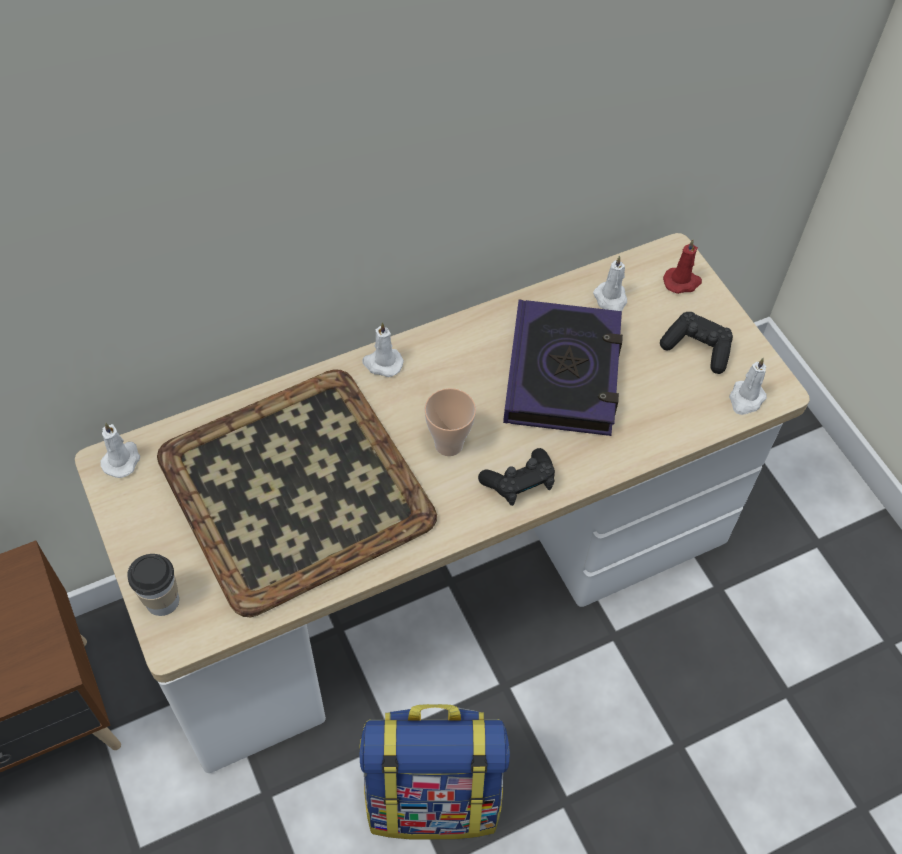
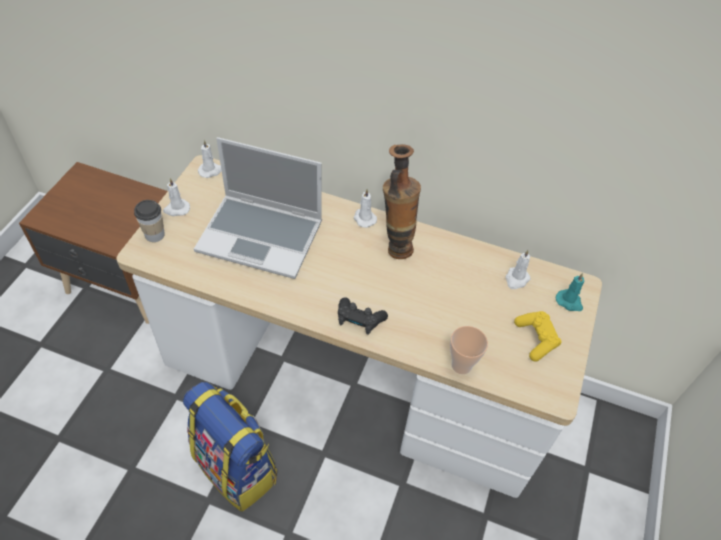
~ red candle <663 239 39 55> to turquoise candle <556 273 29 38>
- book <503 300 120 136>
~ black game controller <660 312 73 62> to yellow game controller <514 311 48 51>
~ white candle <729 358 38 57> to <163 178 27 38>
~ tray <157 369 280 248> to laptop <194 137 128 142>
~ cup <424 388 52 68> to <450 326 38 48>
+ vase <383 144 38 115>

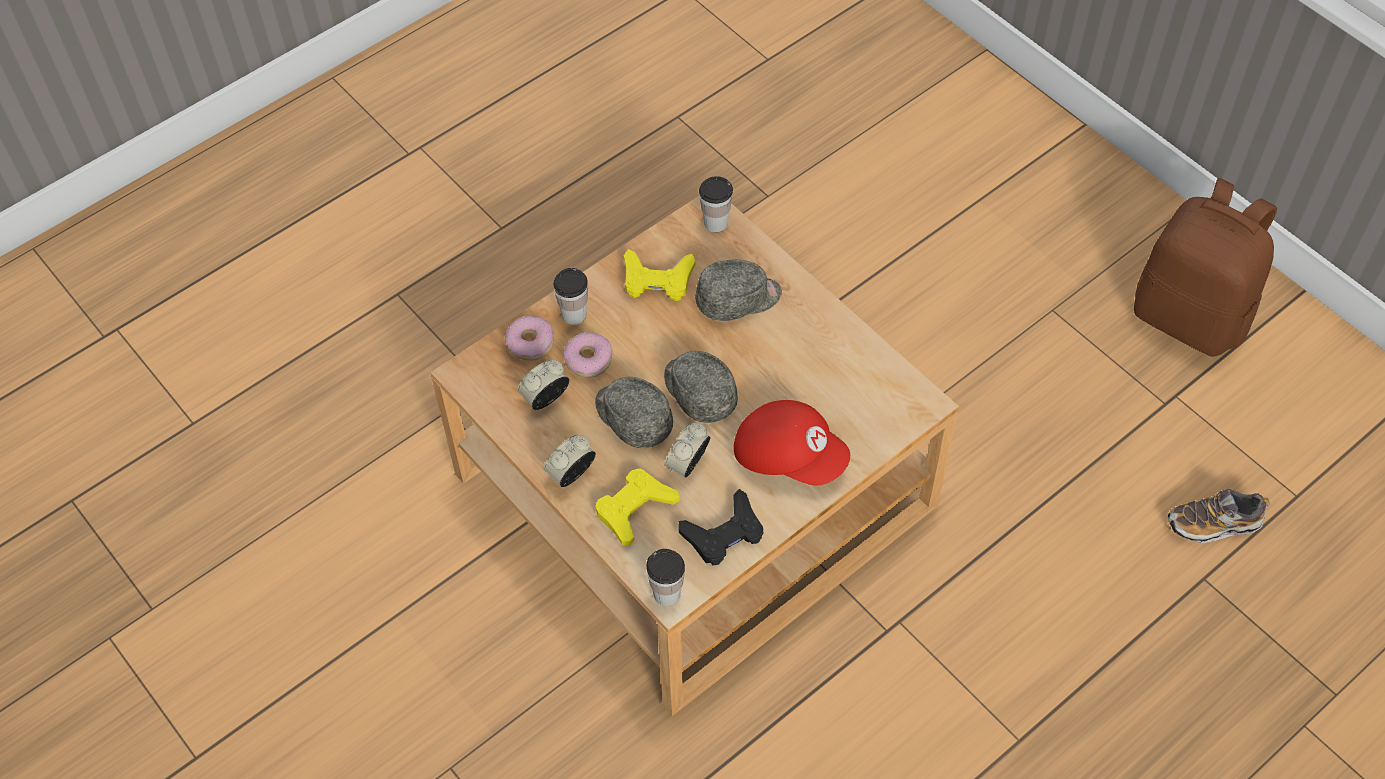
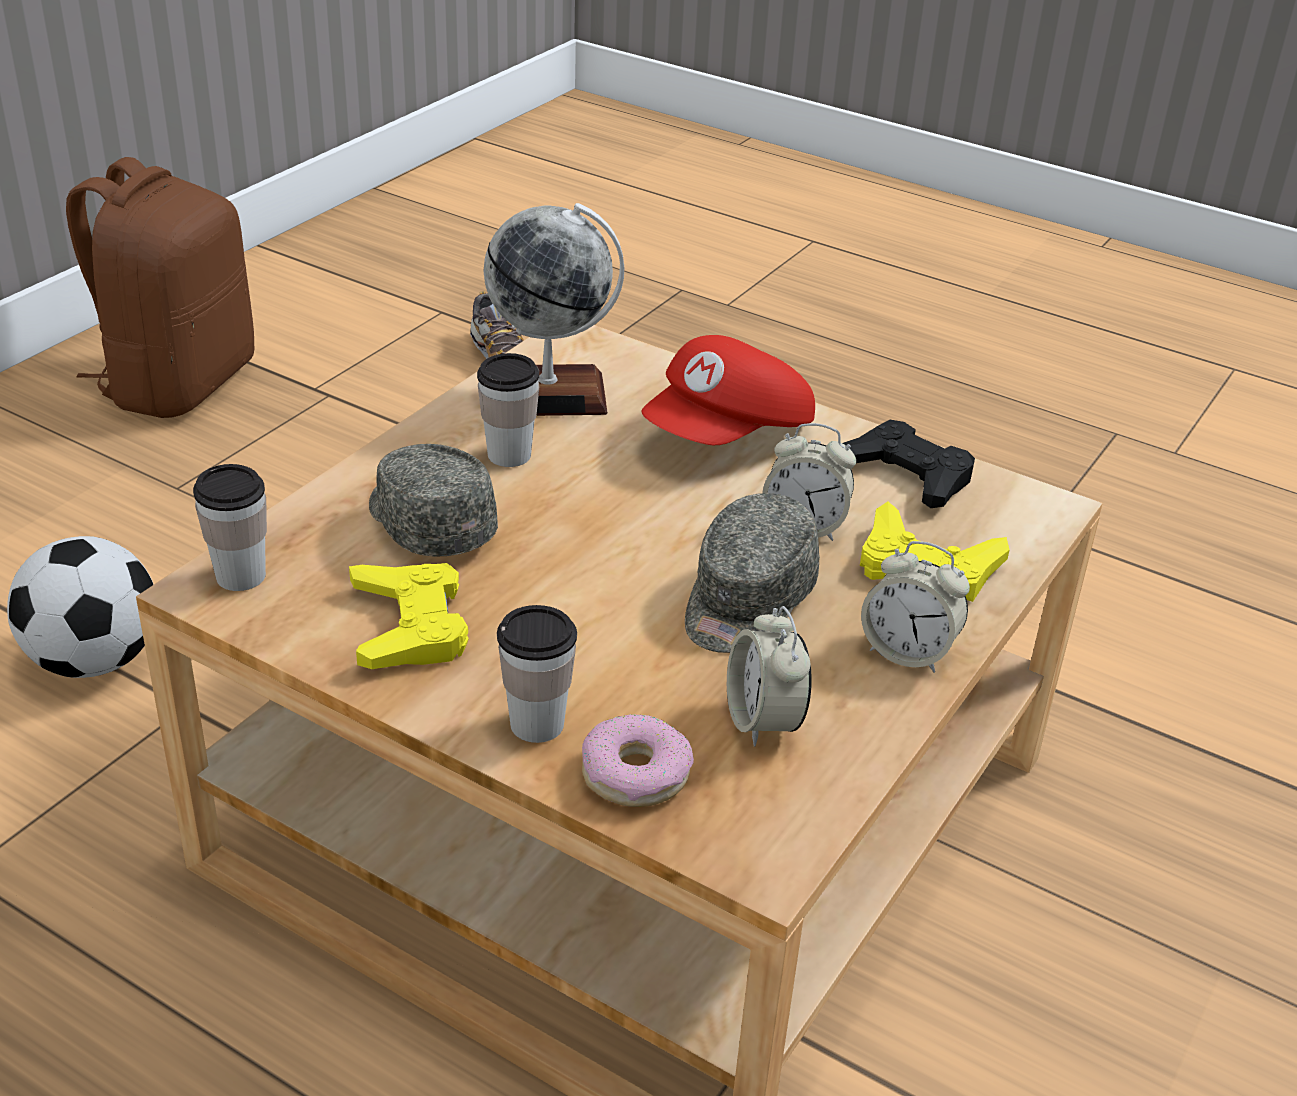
- donut <563 332 50 46>
- grey cap <664 351 74 72>
~ alarm clock <517 360 52 50> = <727 606 85 141> 45 degrees clockwise
~ red cap <734 400 116 85> = <641 335 174 110> 150 degrees counterclockwise
~ cup <646 549 39 57> to <477 353 62 114>
+ globe <484 203 140 213>
+ football <7 536 147 142>

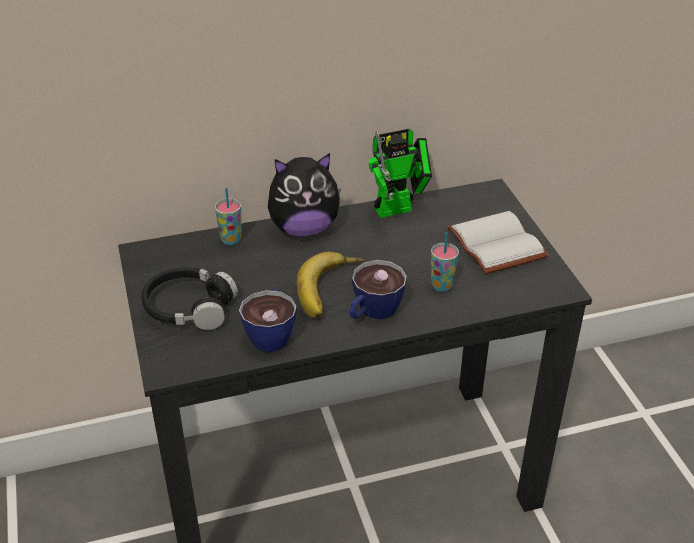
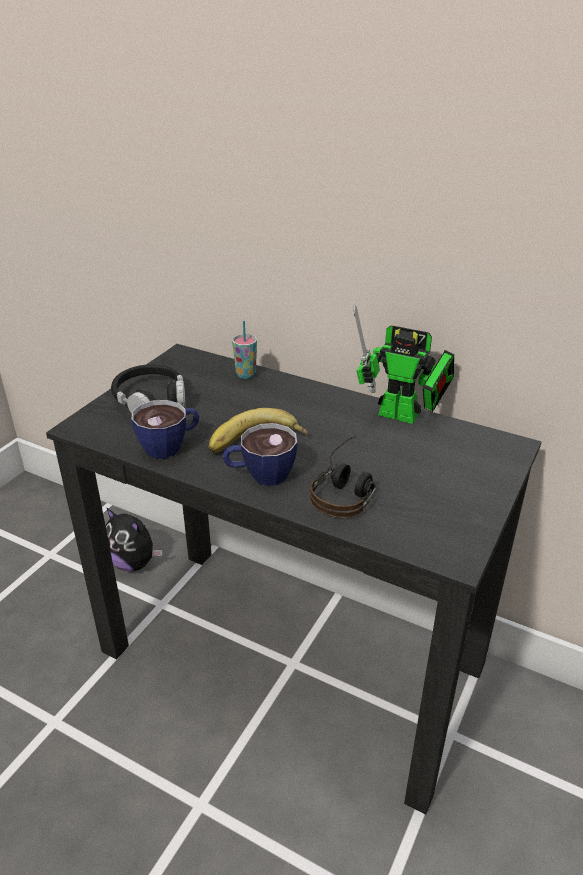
~ plush toy <268 153 73 84> to <106 507 56 64>
- white book <447 211 102 63>
~ cup <431 232 28 60> to headphones <310 436 66 82>

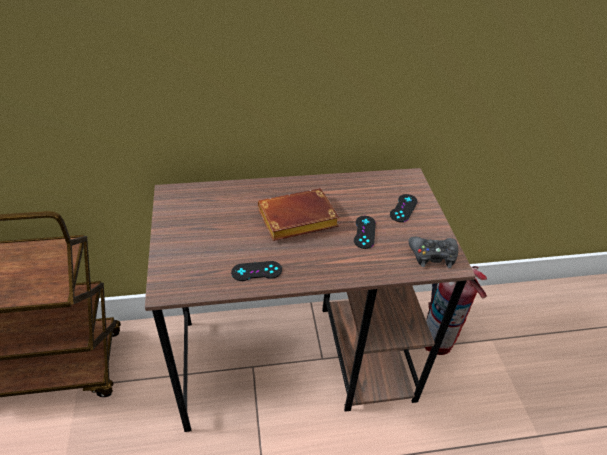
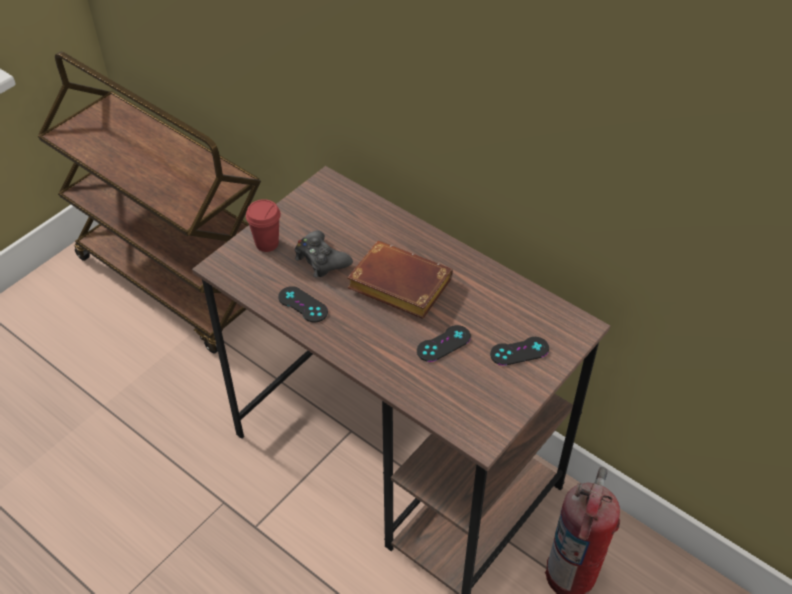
~ black game controller <409 237 49 31> to <295 230 58 48>
+ red cup <246 199 35 53>

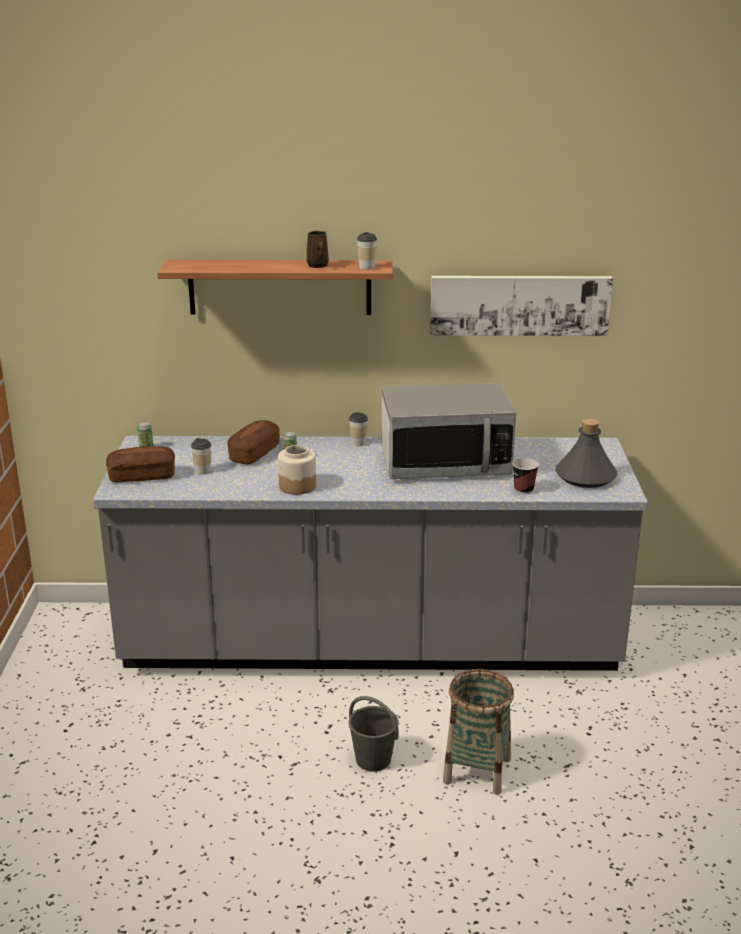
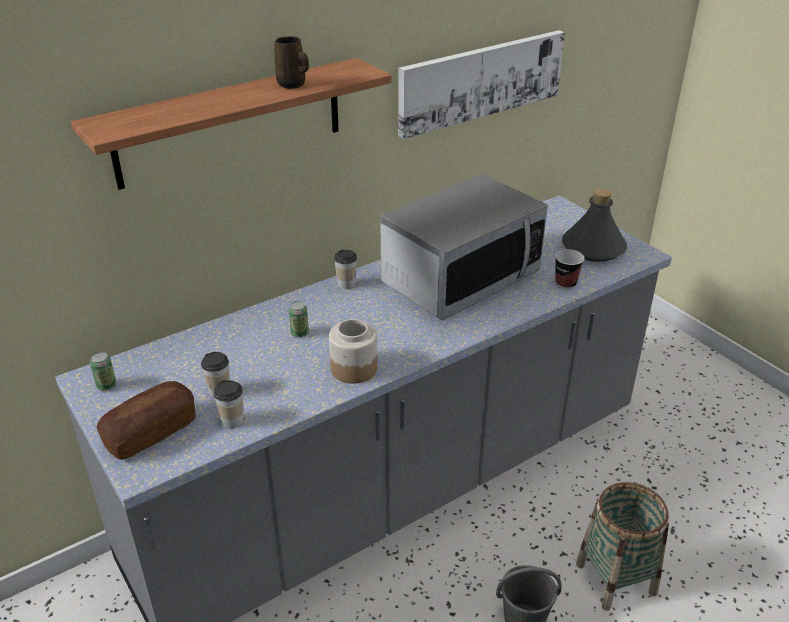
~ cup <357 232 20 38> to <214 380 29 49>
- bread <227 420 53 44>

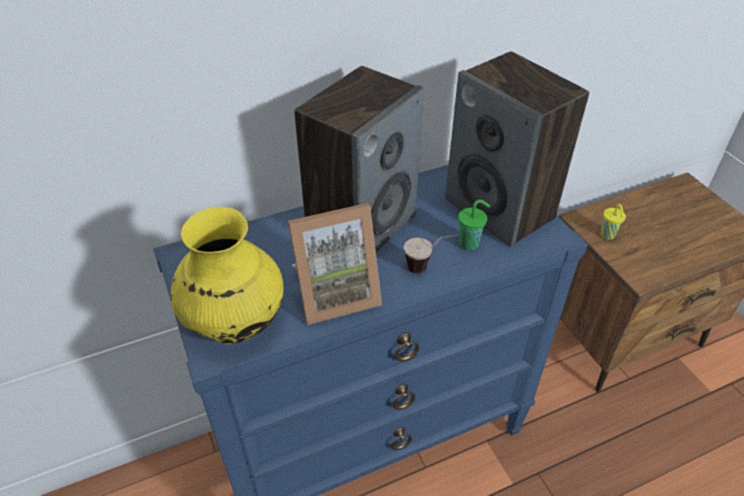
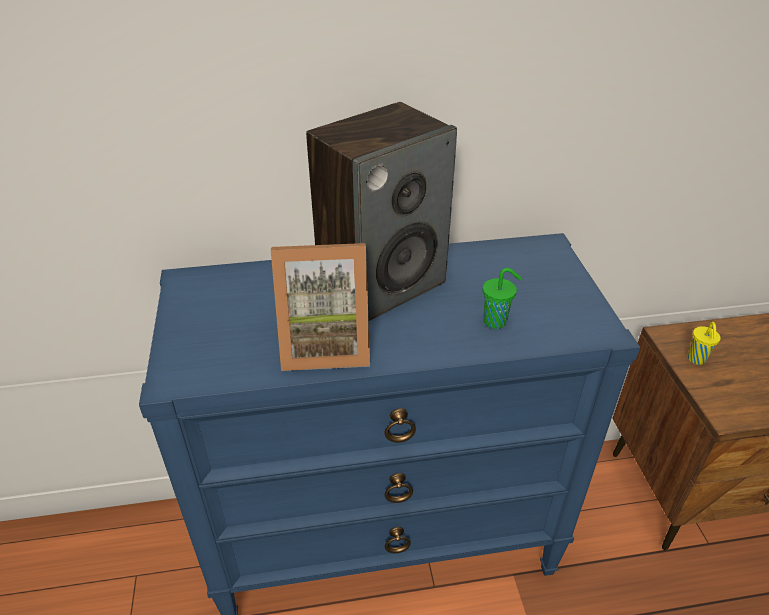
- speaker <445 51 144 196>
- yellow vase <171 207 112 137>
- cup <404 234 55 39>

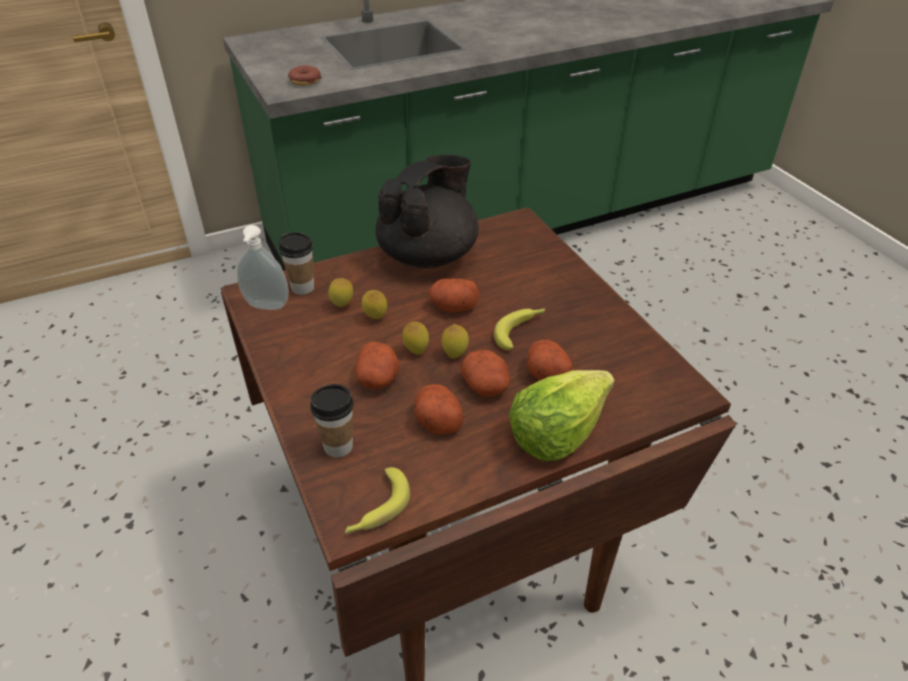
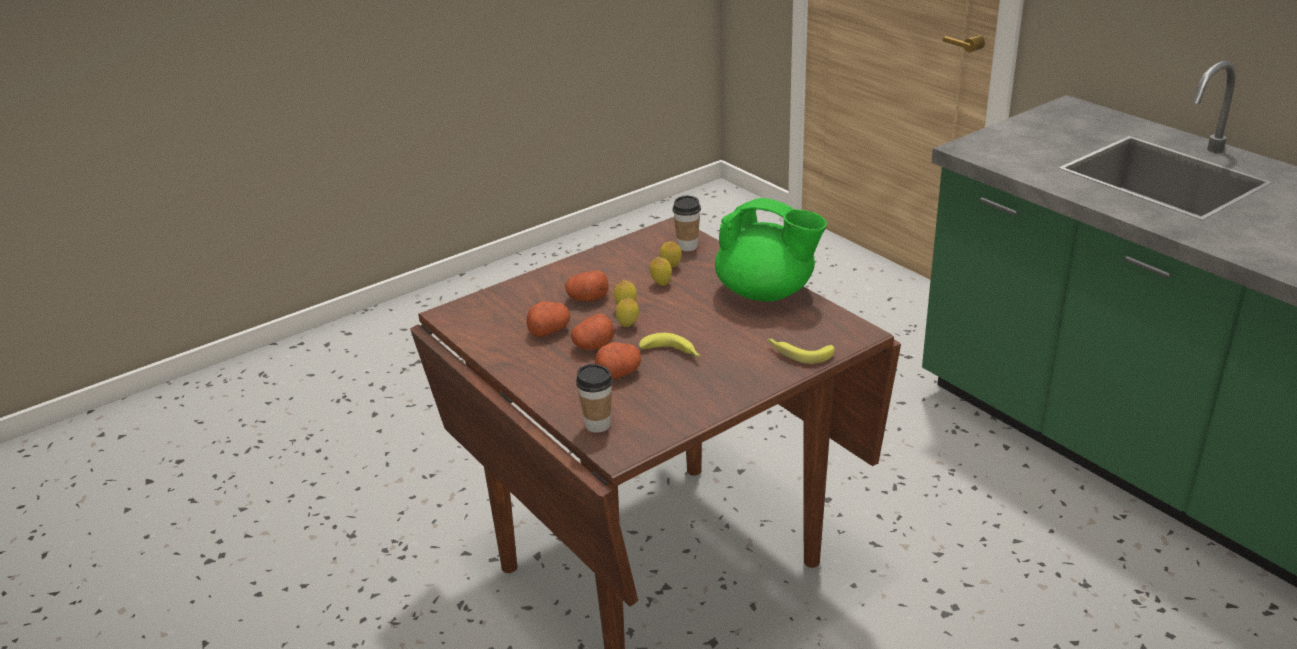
- donut <288 65 33 21>
~ black teapot <375 155 104 113> to green teapot <715 198 112 104>
- soap dispenser <237 225 52 85>
- potato <429 278 50 34>
- lettuce <509 370 106 91>
~ cup <310 384 44 74> to <576 364 37 69>
~ banana <345 467 66 66> to <767 339 68 25>

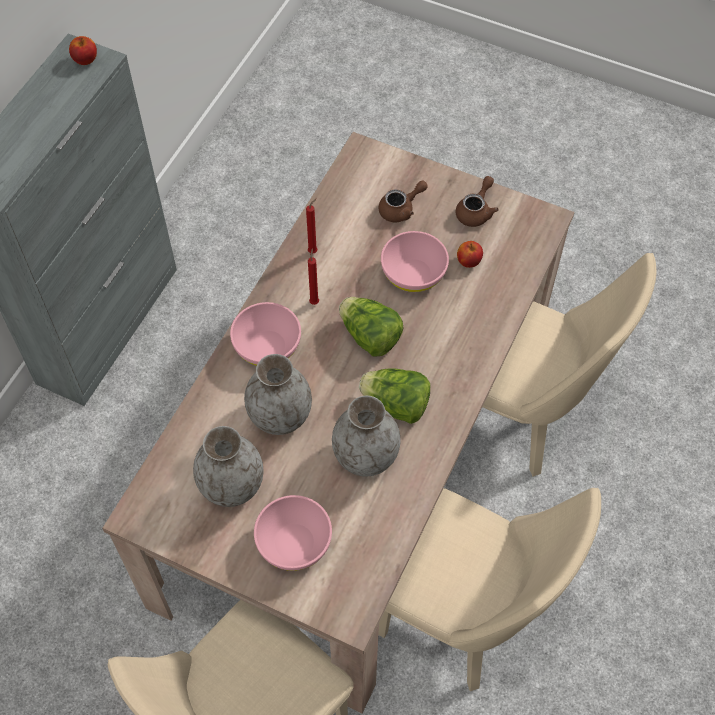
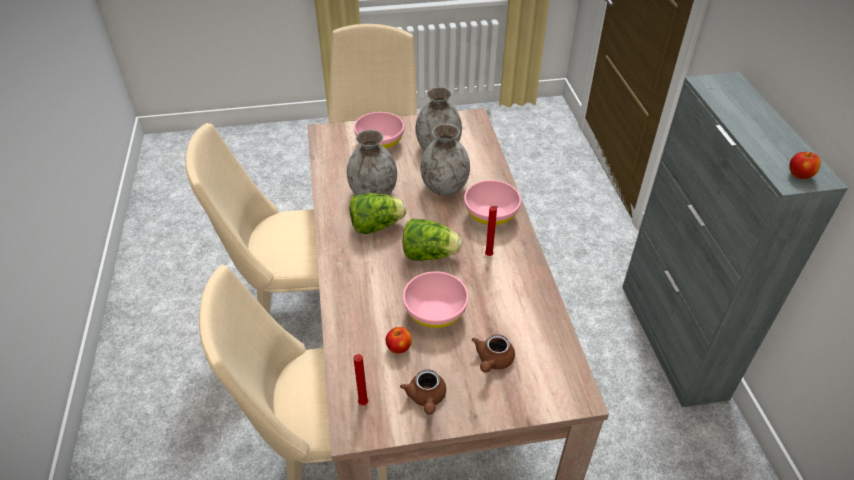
~ red candle <306 199 11 55> to <354 354 14 51>

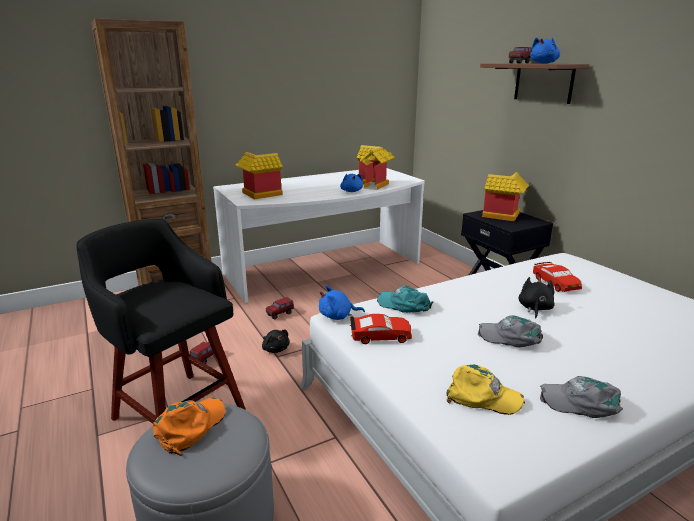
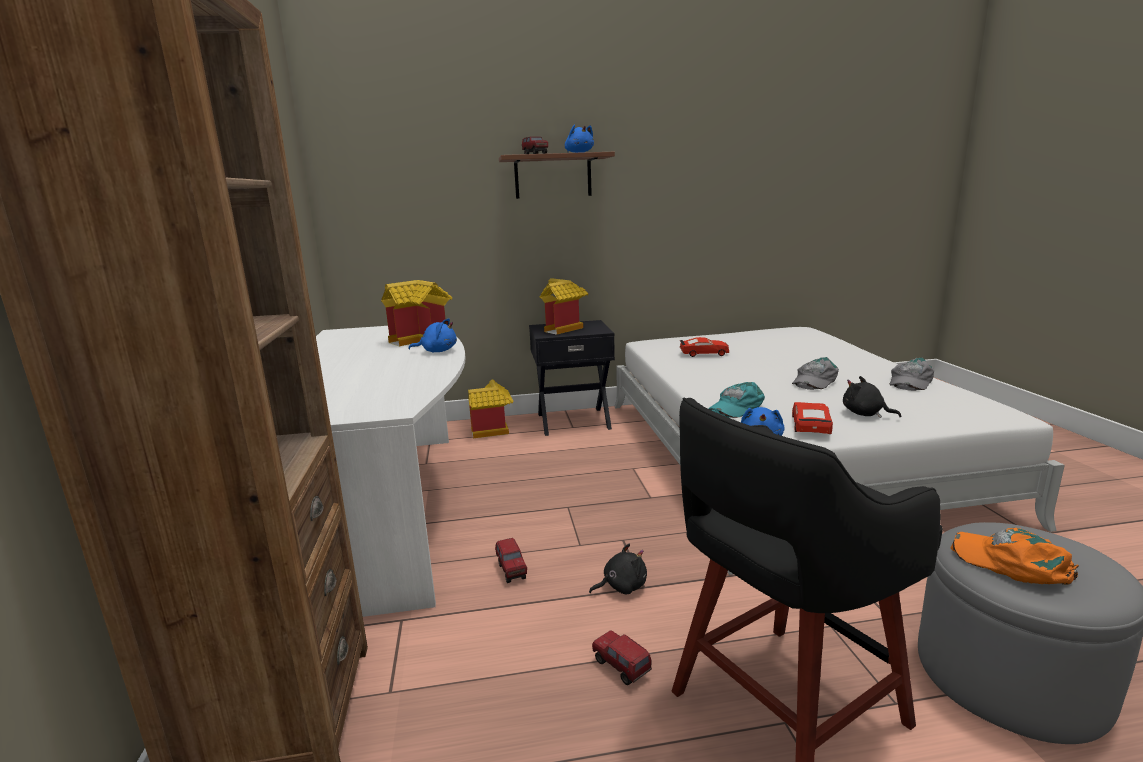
~ toy house <236 152 47 47> to <468 380 45 58>
~ black plush toy <519 277 35 42> to <843 376 58 42>
- yellow cap <446 365 79 50>

